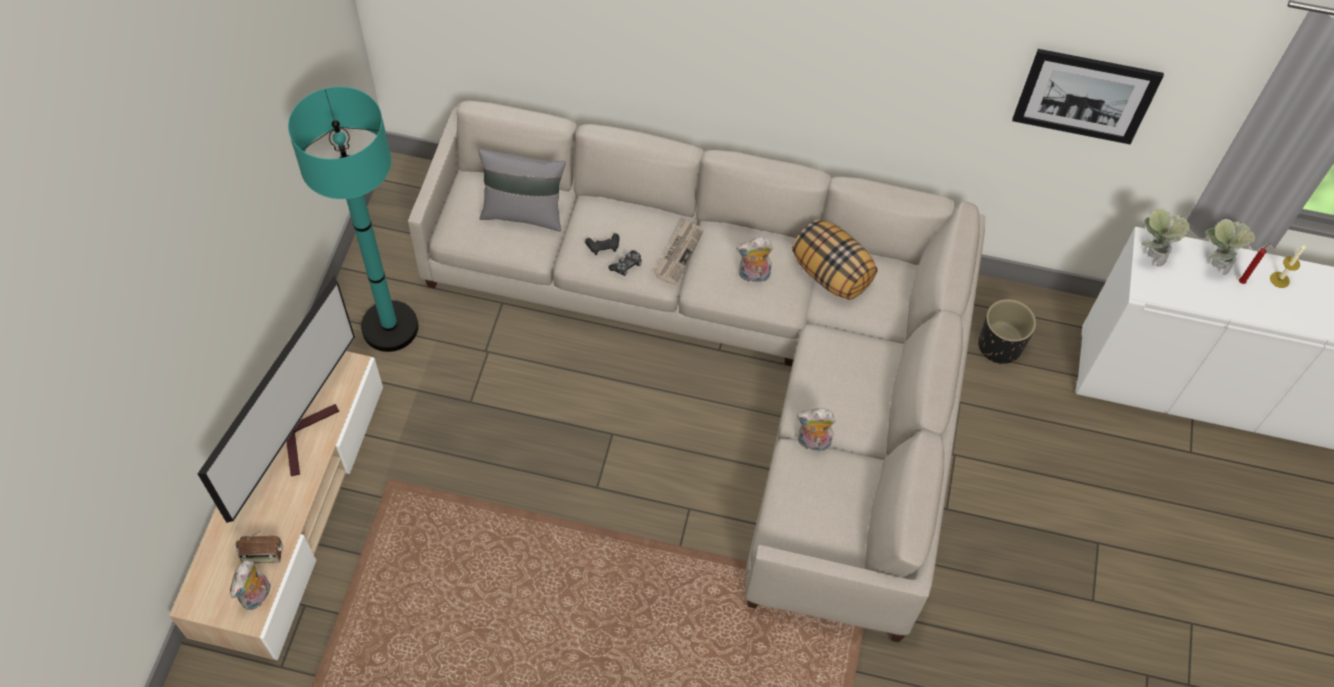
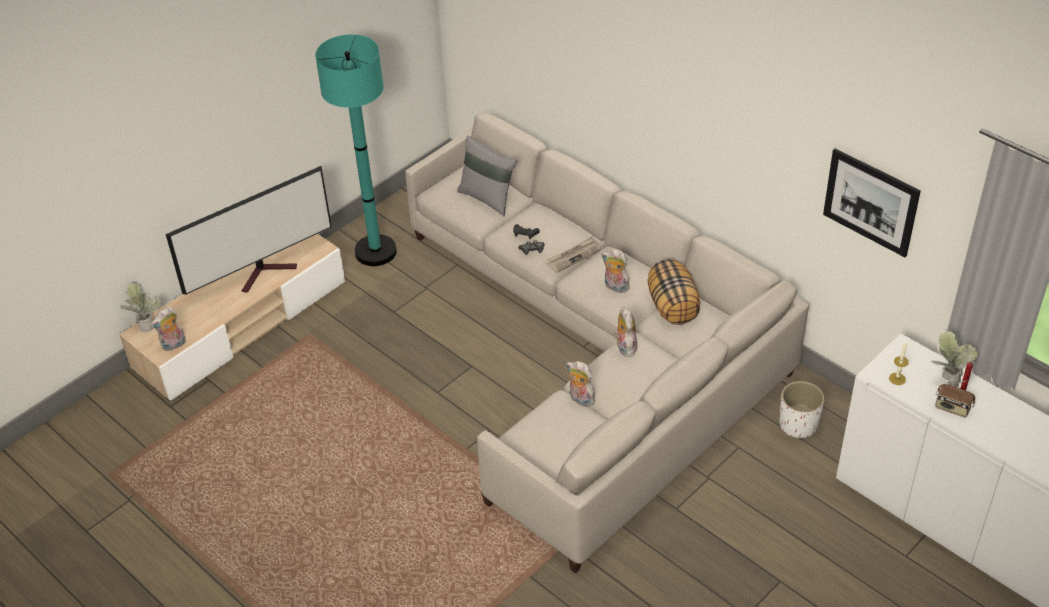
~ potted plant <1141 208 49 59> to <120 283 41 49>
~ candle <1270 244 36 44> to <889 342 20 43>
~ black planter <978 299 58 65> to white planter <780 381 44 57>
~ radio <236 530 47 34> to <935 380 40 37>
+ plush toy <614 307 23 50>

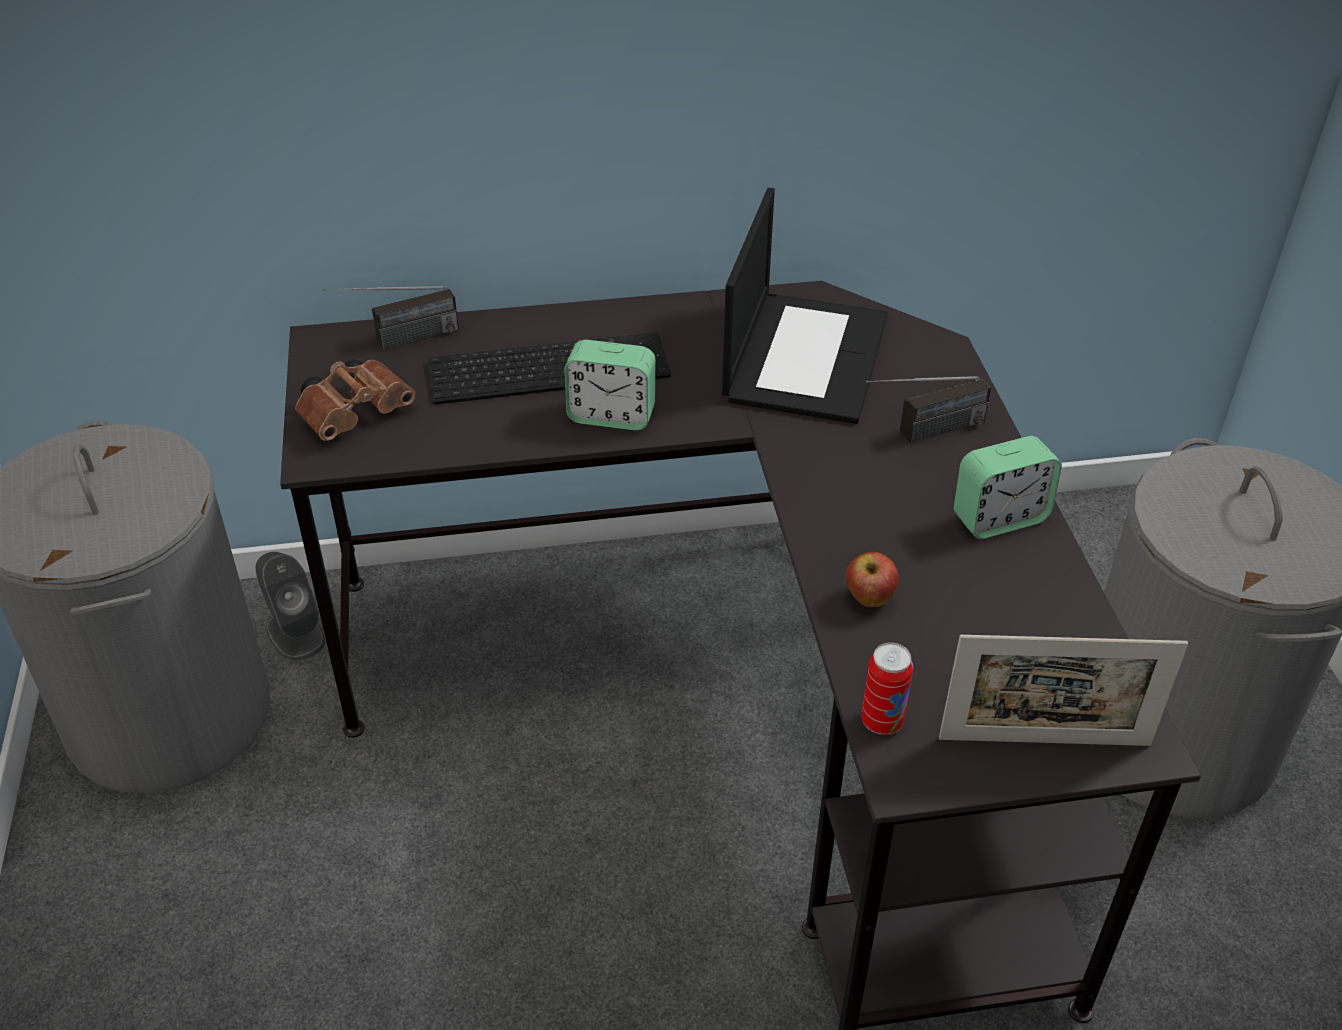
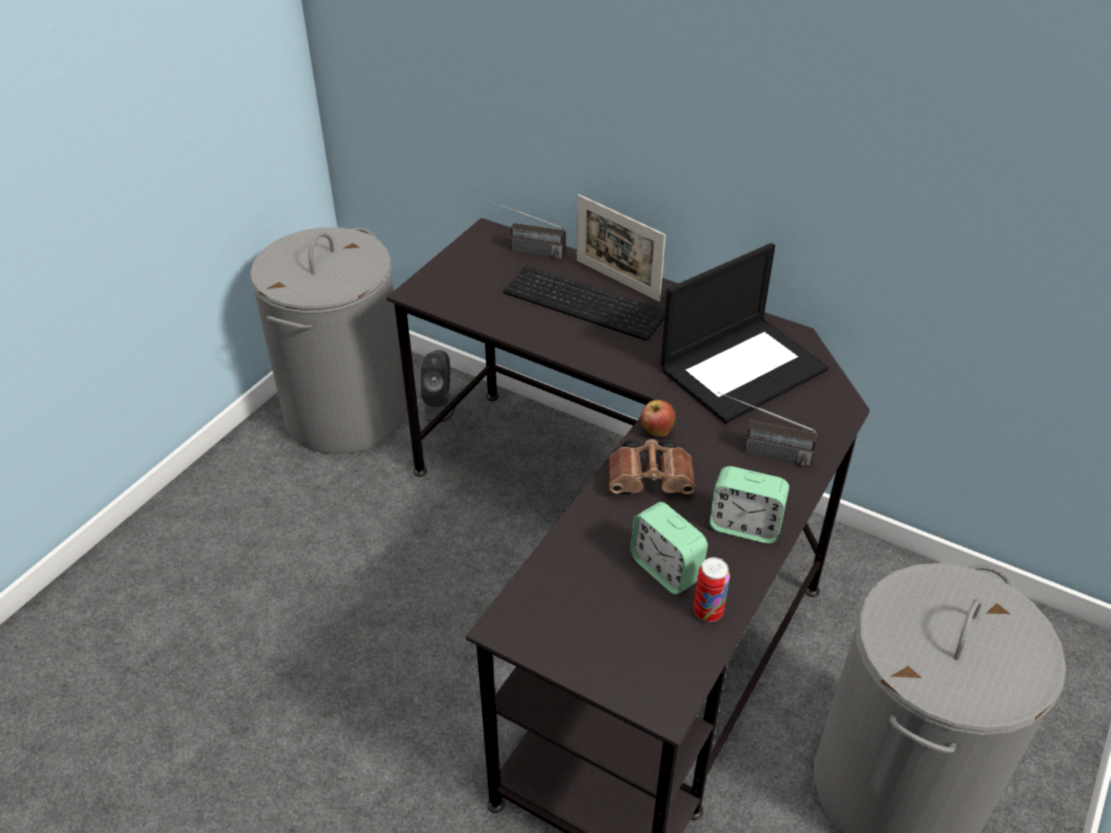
~ alarm clock <564 340 92 91> to <630 502 78 93>
~ brown binoculars <295 359 120 82> to <609 439 87 55>
~ apple <846 552 53 55> to <641 400 34 37>
~ picture frame <939 635 249 111> to <577 194 89 108>
~ can <861 643 52 92> to <693 557 37 65>

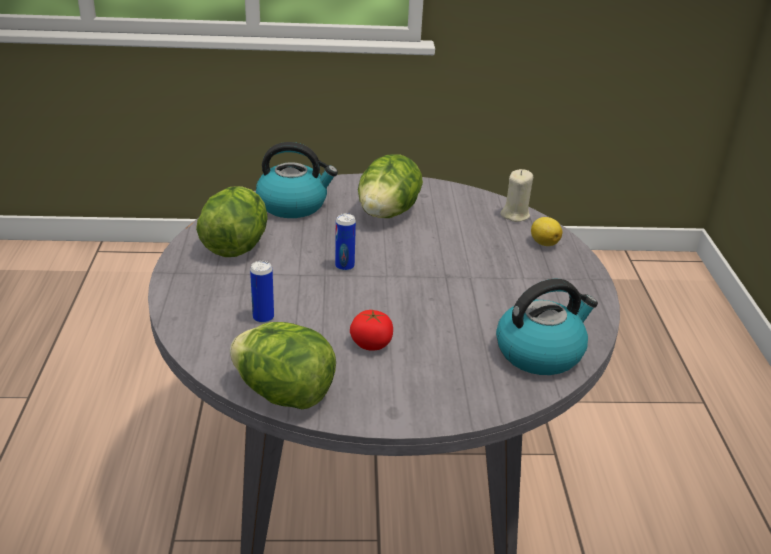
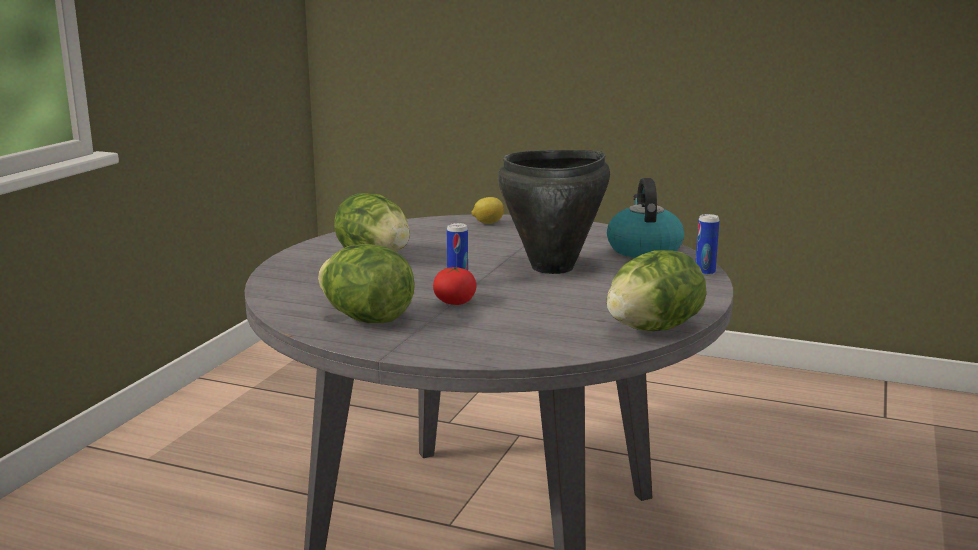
- kettle <256 142 82 76>
- beige candle <500 169 33 53>
~ can <250 261 24 62> to <696 214 23 62>
~ tomato <350 310 43 41> to <433 266 43 39>
+ black cooking pot <498 150 112 124>

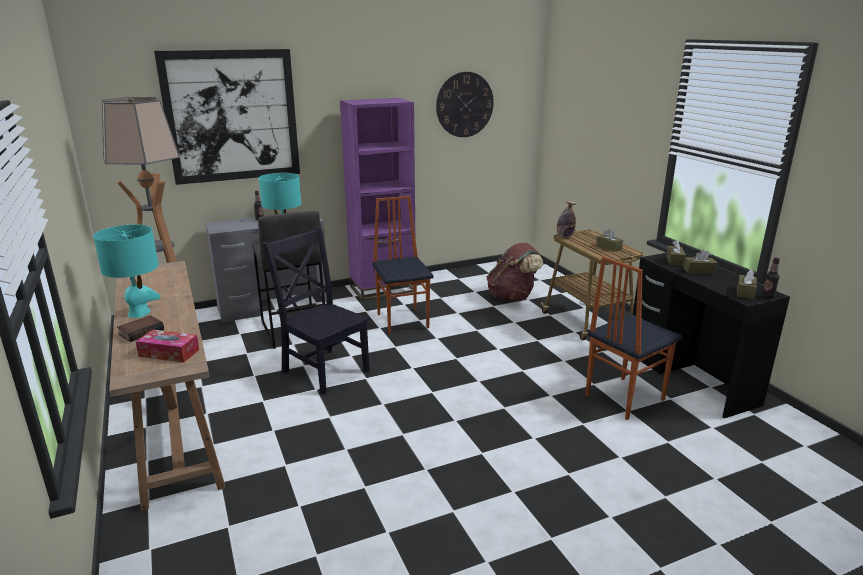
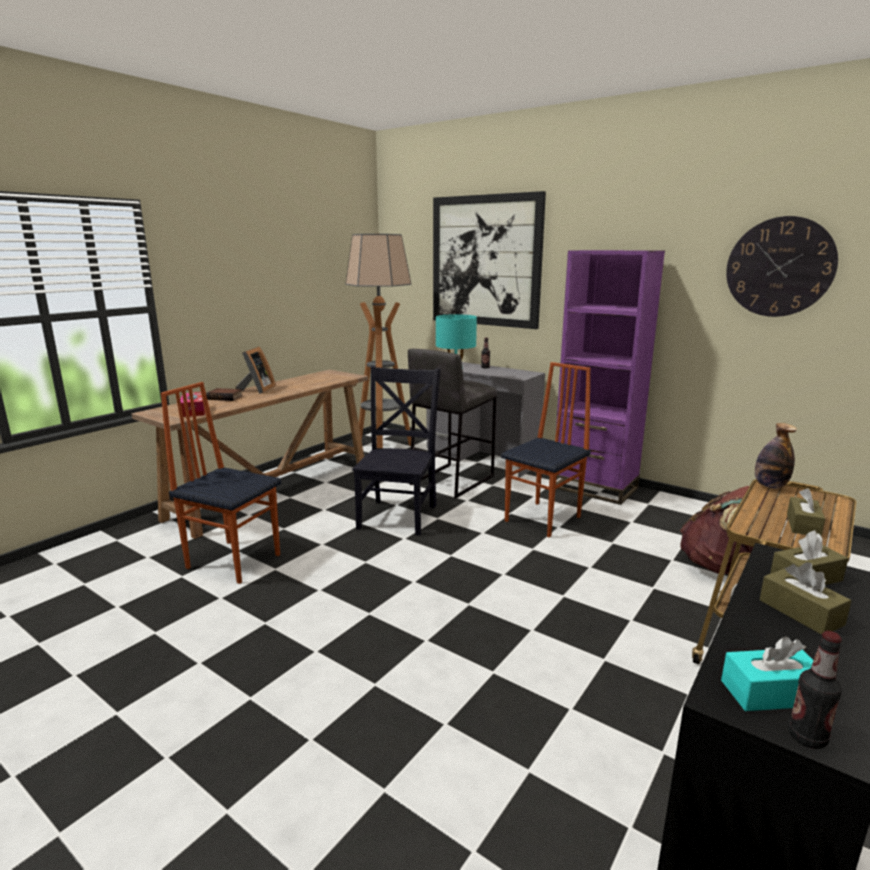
~ turquoise table lamp <93 225 68 93> to picture frame <236 346 40 48>
~ chair <585 256 97 164> to <161 382 120 202>
~ brown tissue box <737 269 20 30> to turquoise tissue box <721 636 92 75>

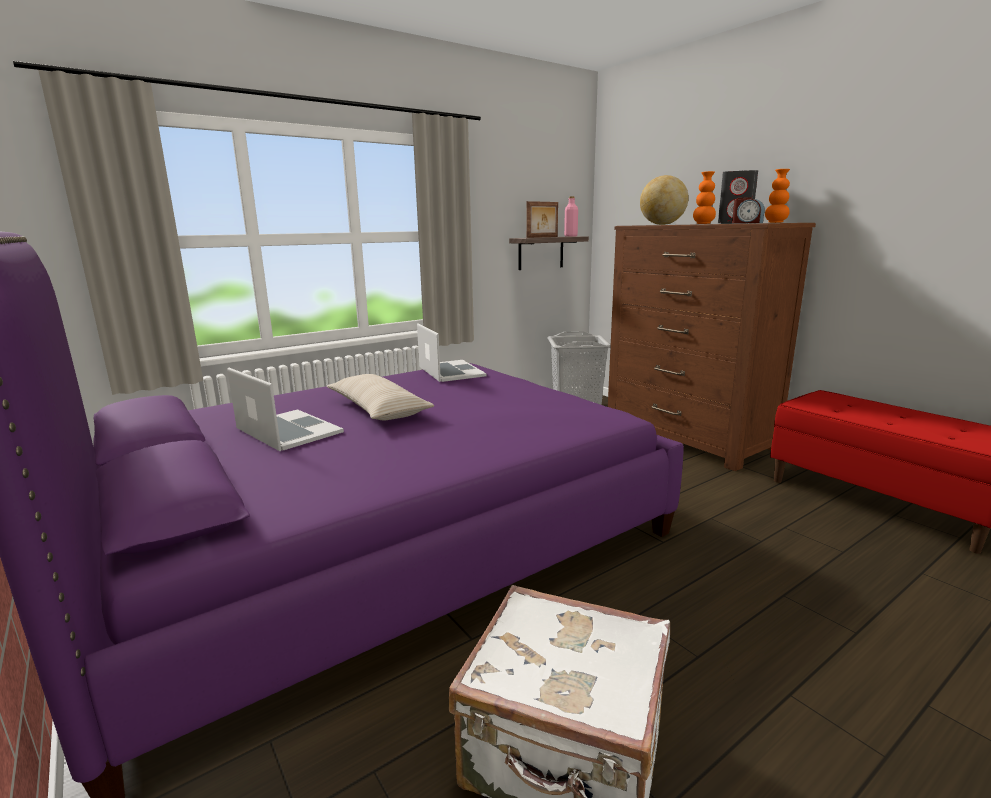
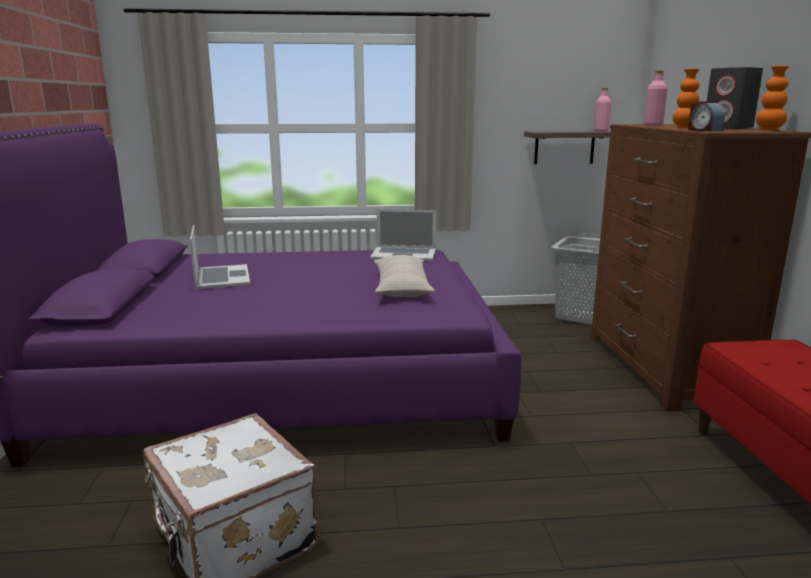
~ globe <640 175 49 50> to pink bottle <644 71 23 55>
- picture frame <526 201 32 37>
~ laptop <417 323 70 59> = <370 209 66 52> 90 degrees clockwise
~ beige pillow <327 374 107 46> to <374 255 61 42>

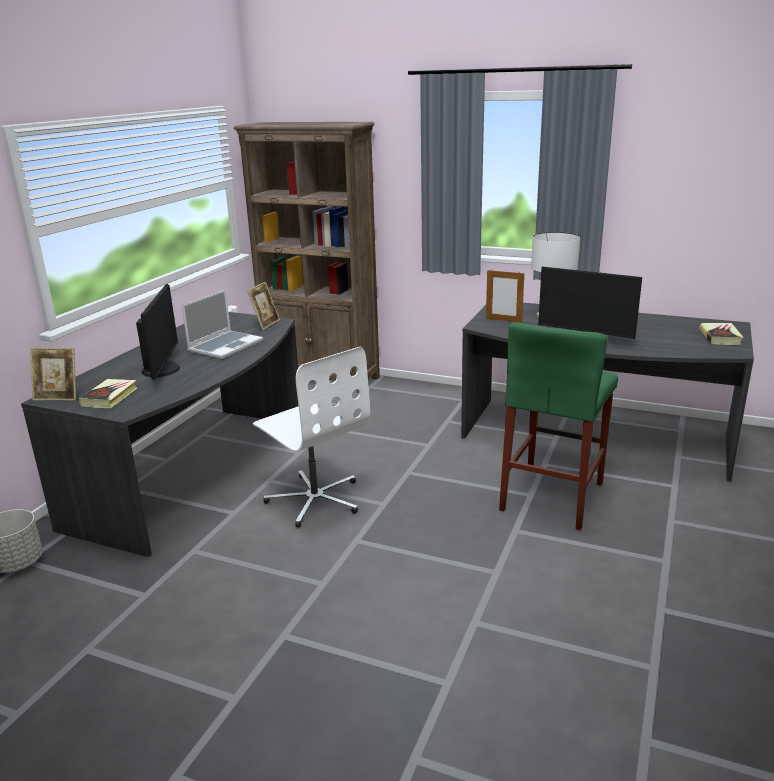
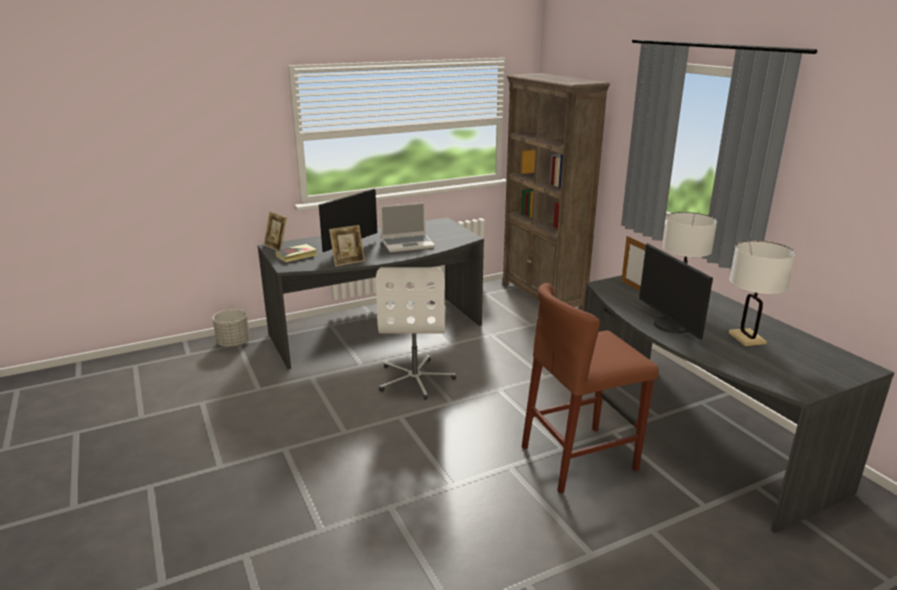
~ picture frame <247 282 33 48> to <329 225 36 42>
~ green stool <499 322 119 208> to brown stool <522 283 137 210>
- book <699 323 45 22>
+ white table lamp <728 241 68 105>

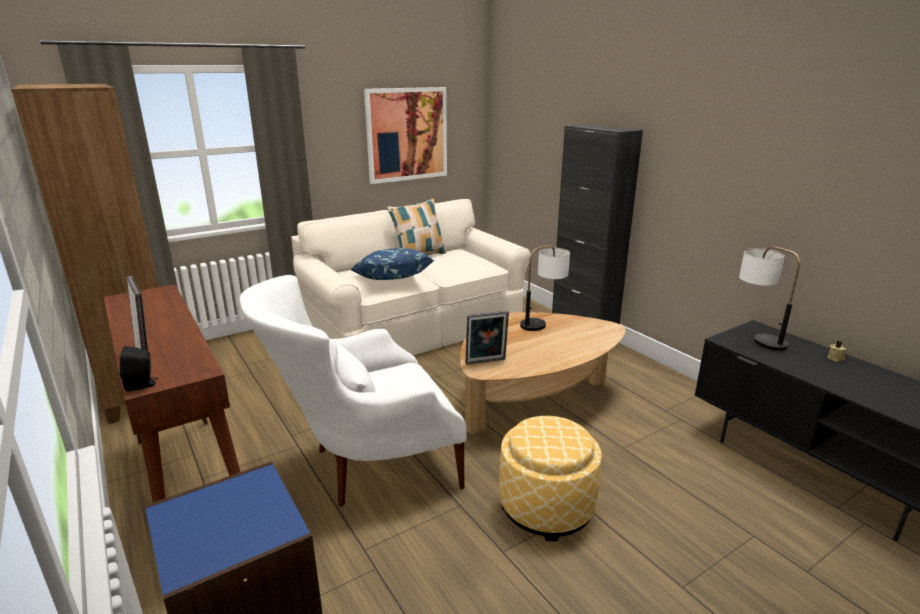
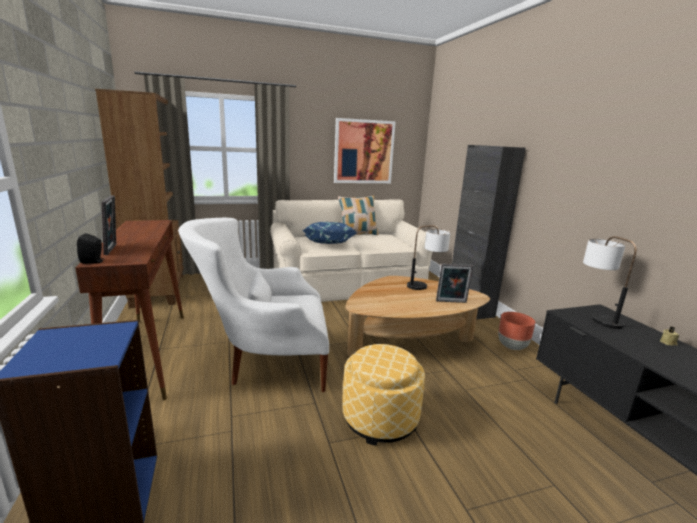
~ picture frame <465 310 44 55> to <436 264 37 39>
+ brown planter <498 312 37 38>

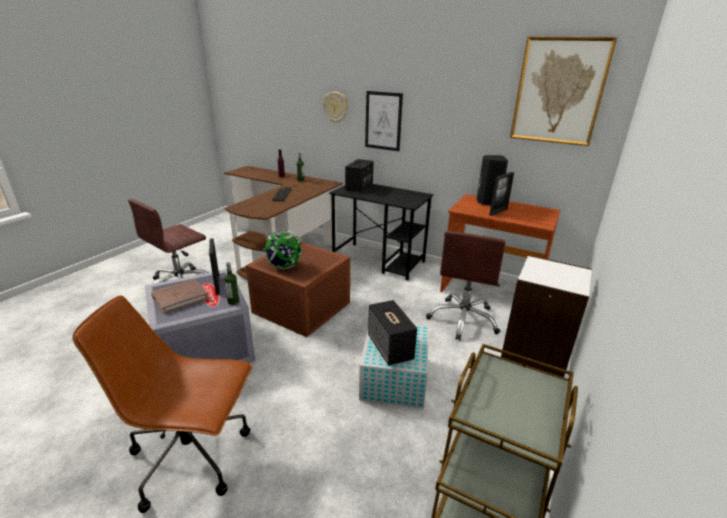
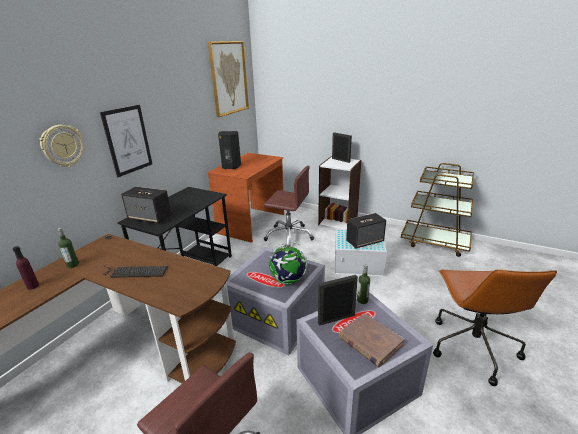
~ picture frame <489 172 25 44> to <332 133 20 30>
~ brown storage box <246 242 104 95> to grey storage box <227 247 98 109>

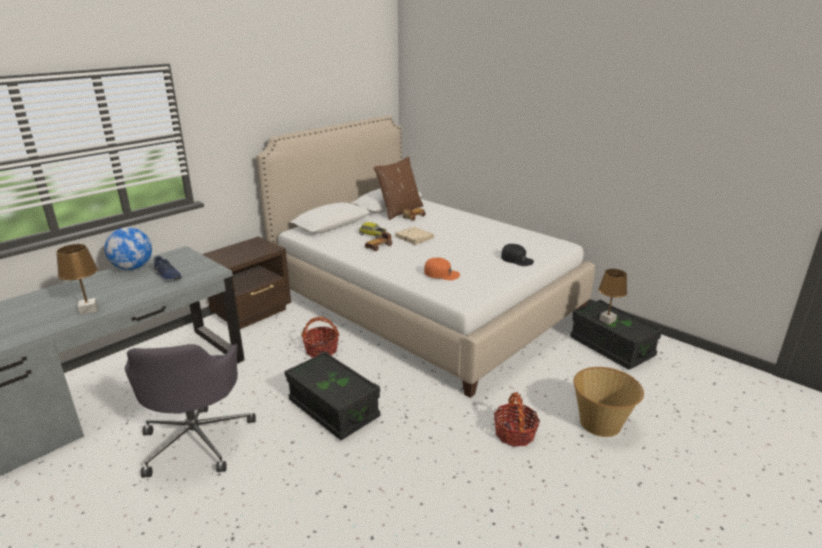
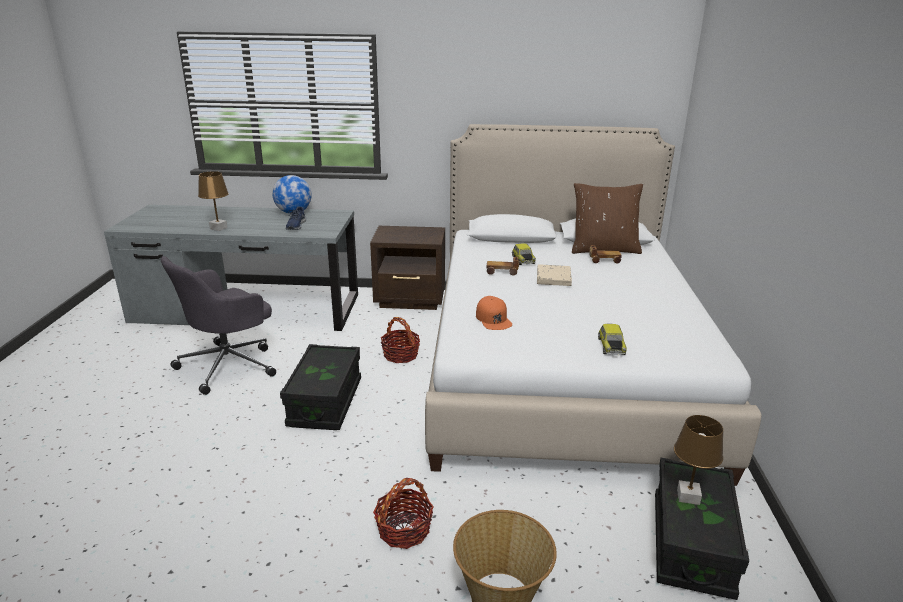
~ black cap <501 244 33 22> to toy car <598 324 29 31>

